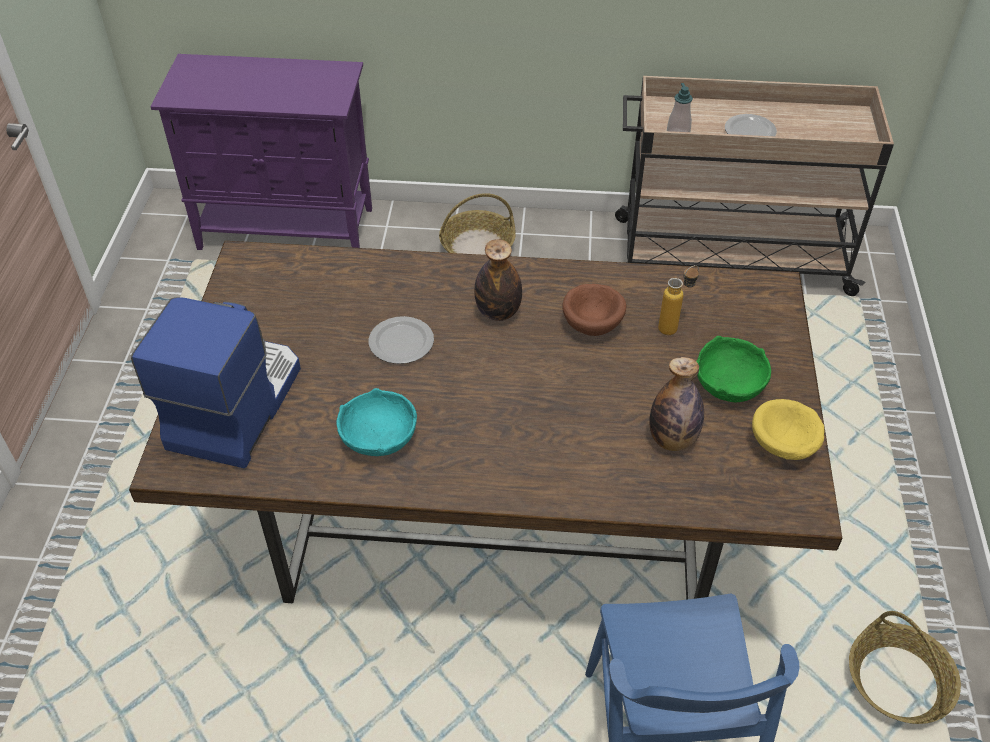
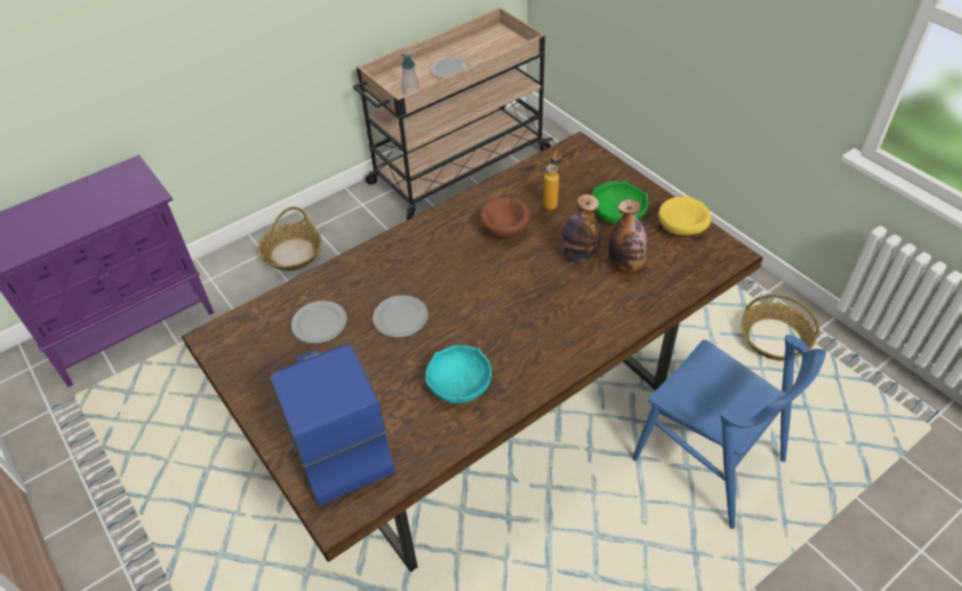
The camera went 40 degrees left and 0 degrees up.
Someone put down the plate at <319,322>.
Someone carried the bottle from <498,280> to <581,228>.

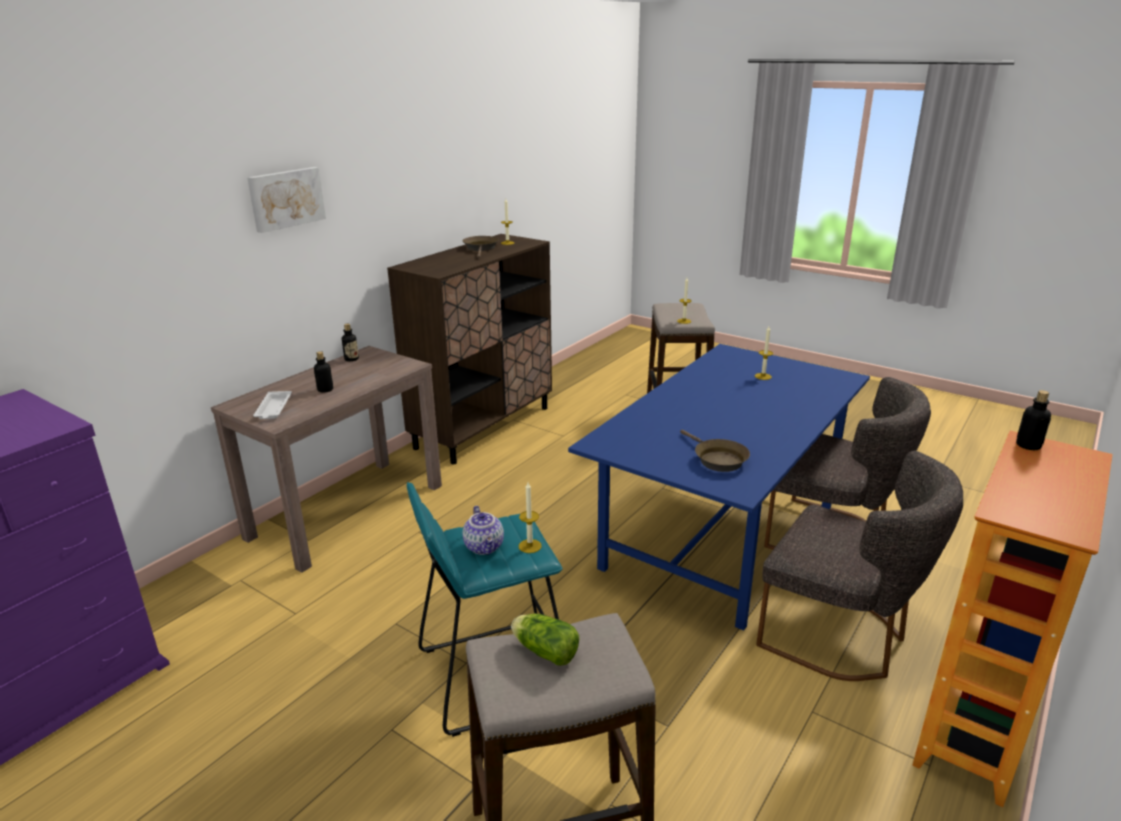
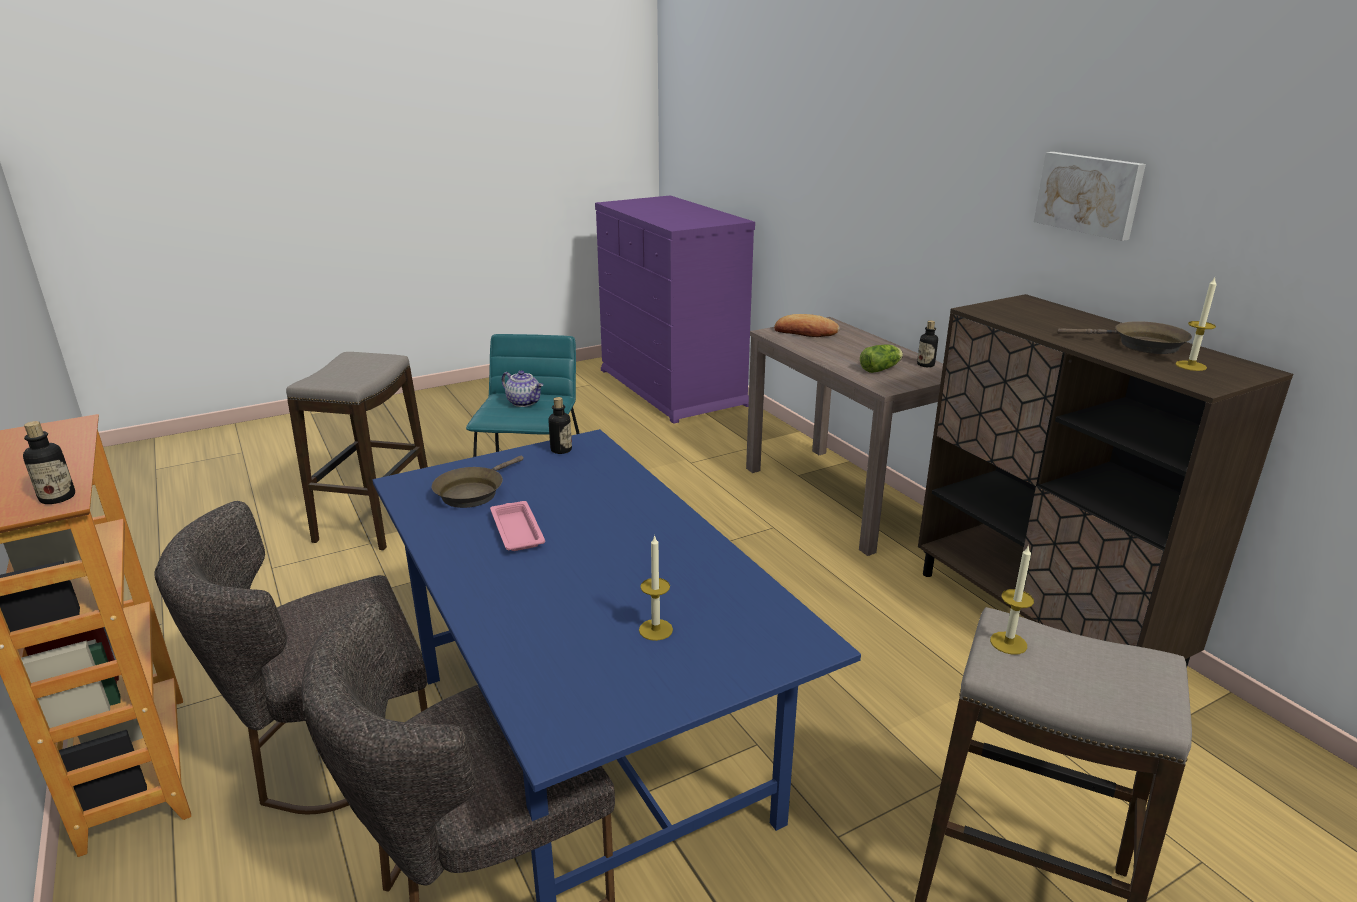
The camera went 115 degrees right and 0 degrees up.
Someone took away the candle at <530,518>.
Someone put down the pink tray at <517,526>.
Someone carried the picture from <286,200> to <1090,196>.
Someone carried the bottle from <323,372> to <560,425>.
Someone carried the lettuce from <545,640> to <881,358>.
Someone swapped the white tray at <272,405> for the bread at <807,325>.
Someone rotated the teapot at <483,530> by 150 degrees counterclockwise.
Someone rotated the brown frying pan at <715,451> by 60 degrees counterclockwise.

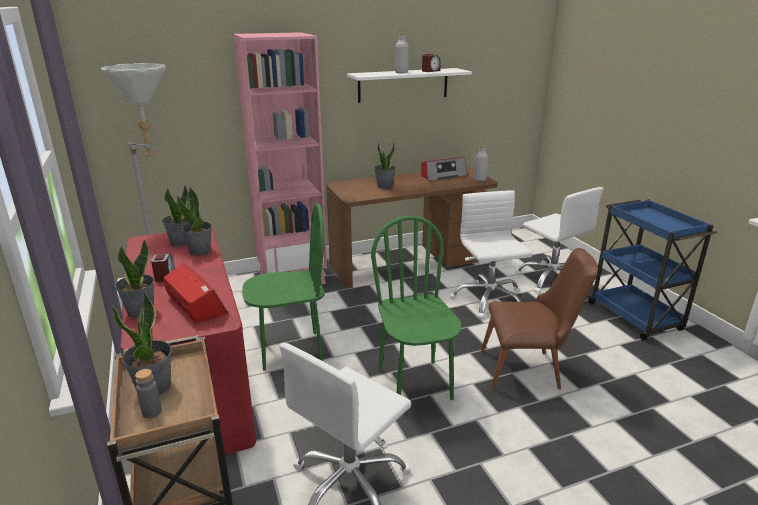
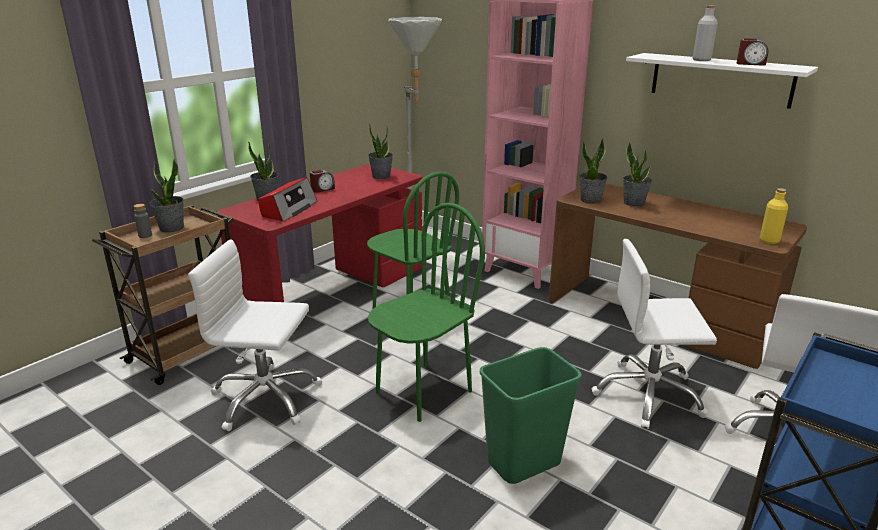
The camera went 60 degrees right and 0 degrees up.
Someone took away the radio at <444,169>.
Someone carried the potted plant from <194,221> to <593,171>.
Someone swapped the brown chair at <539,319> for the green trash can at <530,415>.
Someone repainted the grey bottle at <481,163>, which became the yellow bottle at <774,216>.
Someone rotated the white office chair at <491,254> by 135 degrees counterclockwise.

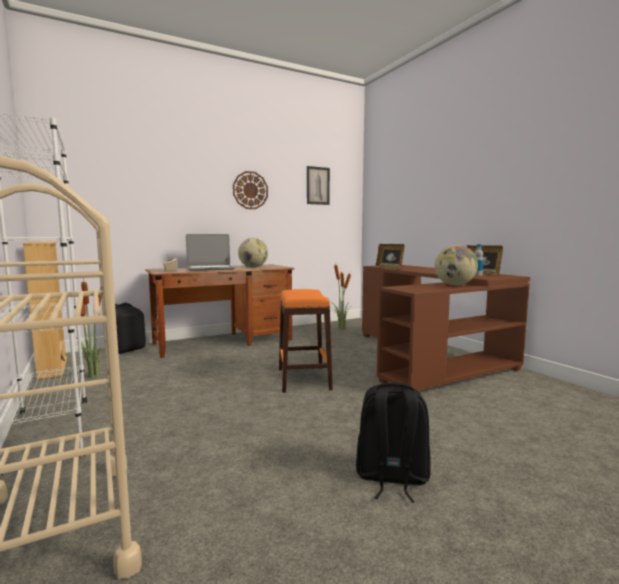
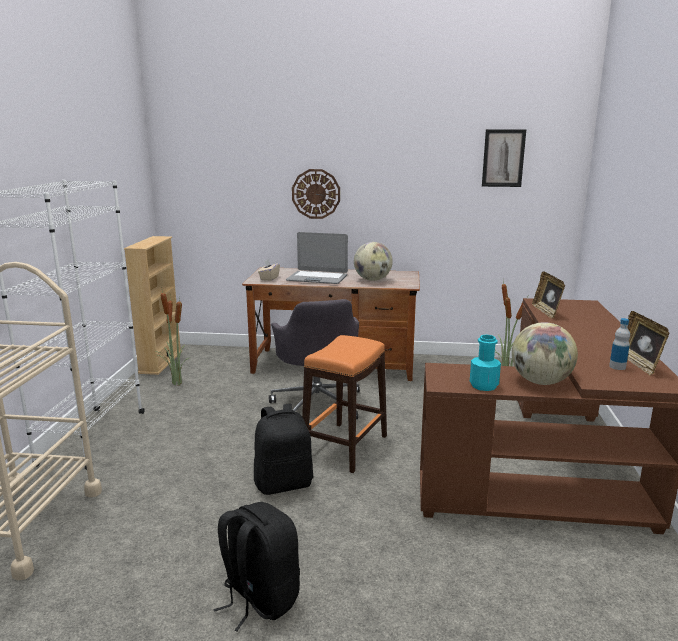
The camera went 35 degrees right and 10 degrees up.
Someone put down the grey office chair at <314,359>.
Someone put down the turquoise bottle at <485,363>.
Someone carried the black backpack from <130,328> to <283,449>.
Someone carried the wall clock from <250,190> to <316,194>.

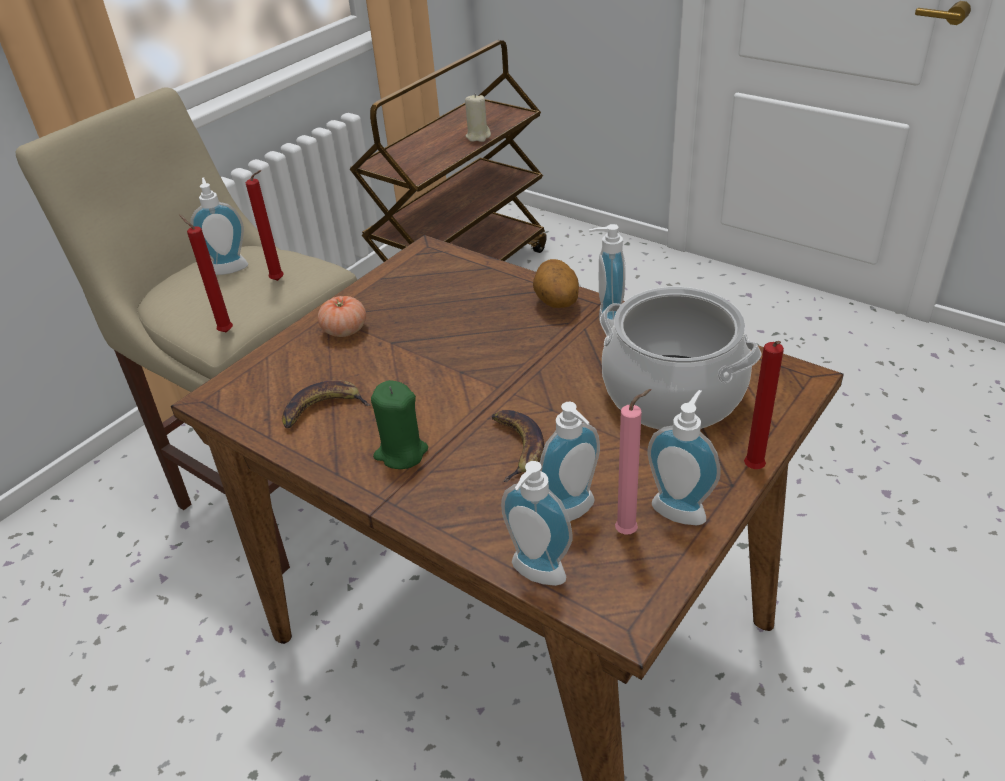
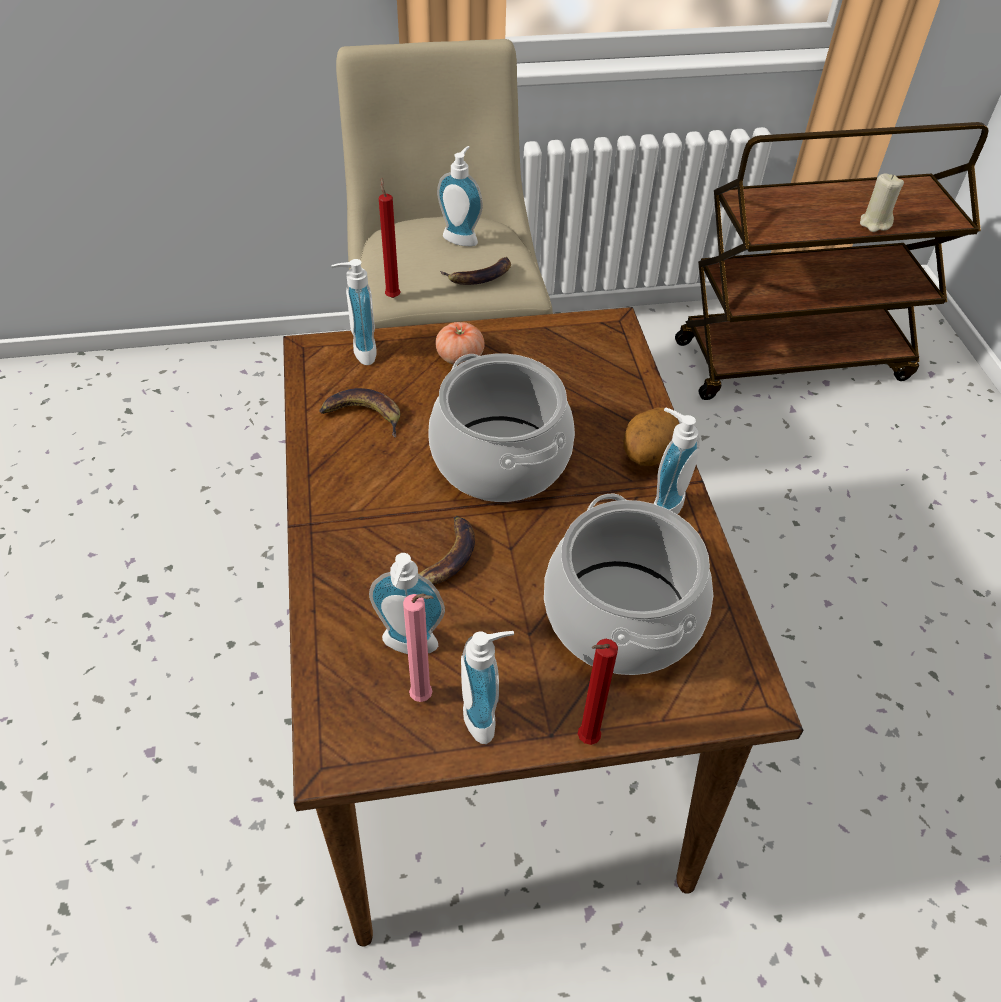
The camera went 40 degrees right and 10 degrees up.
Someone took away the green candle at <399,424>.
Someone put down the cooking pot at <502,428>.
Someone carried the soap dispenser from <537,523> to <353,312>.
Someone swapped the red candle at <265,225> for the banana at <475,271>.

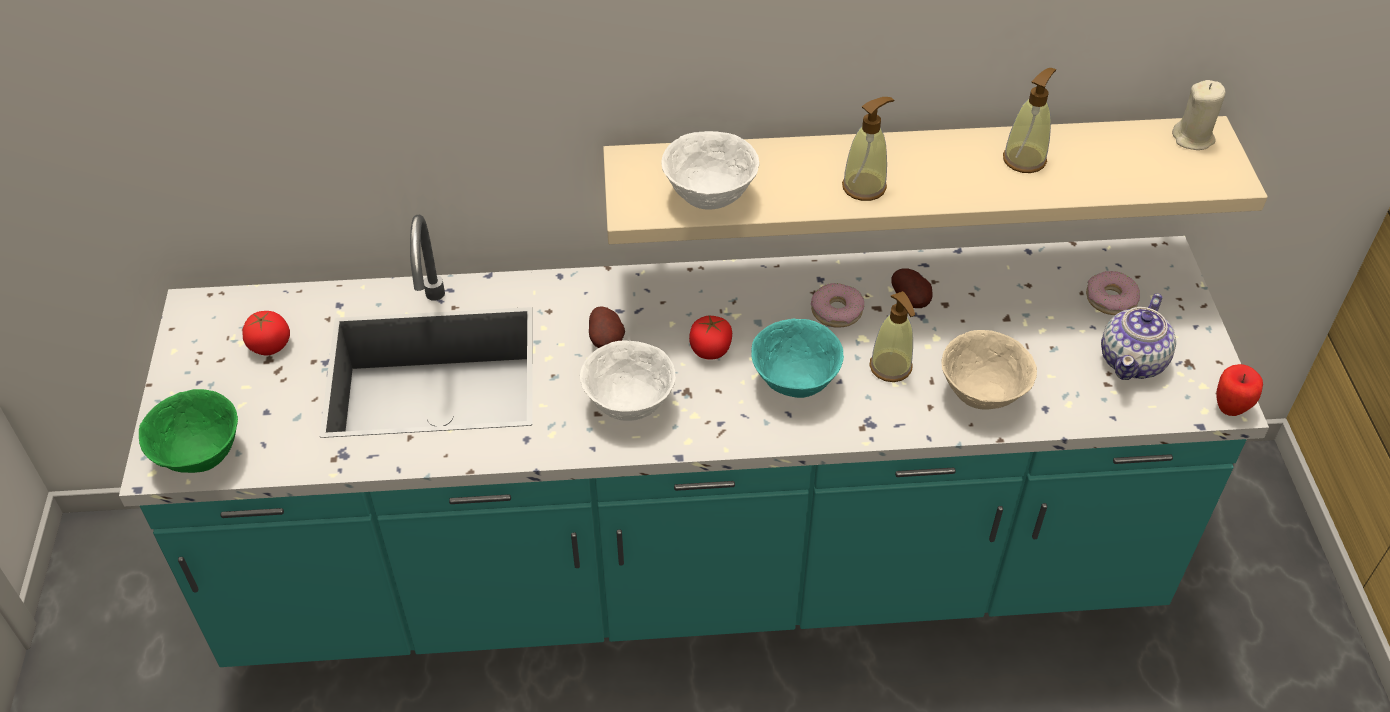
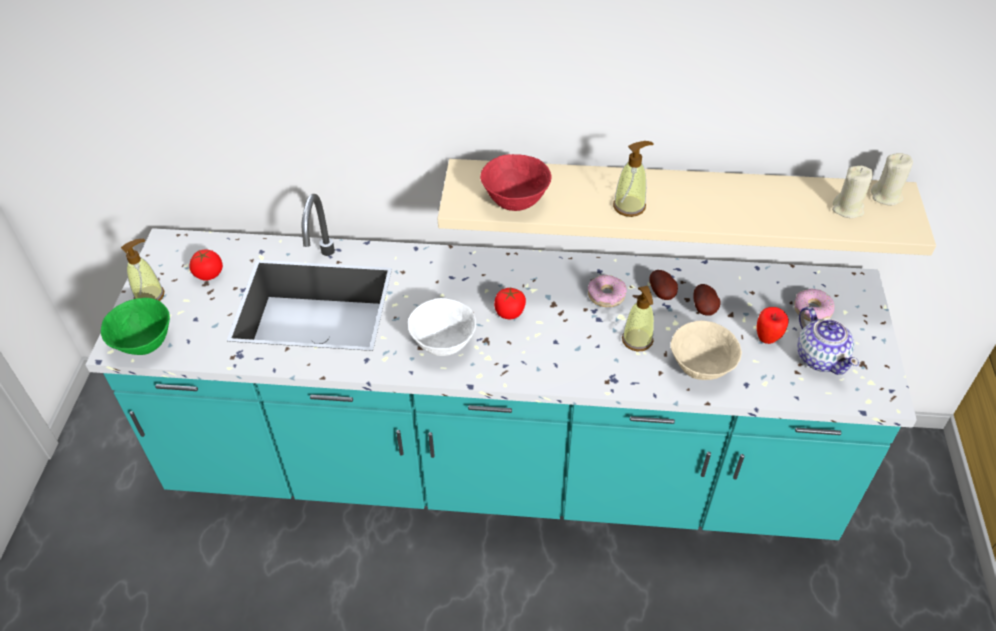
The camera went 10 degrees right and 0 degrees up.
Someone took away the turquoise bowl at <797,358>.
Someone put down the beige candle at <852,192>.
Someone carried the potato from <607,327> to <706,300>.
Someone carried the soap dispenser from <1029,120> to <142,270>.
Someone carried the apple from <1239,390> to <772,325>.
Someone repainted the white bowl at <710,170>, which became the red bowl at <515,182>.
Someone rotated the teapot at <1138,336> by 60 degrees counterclockwise.

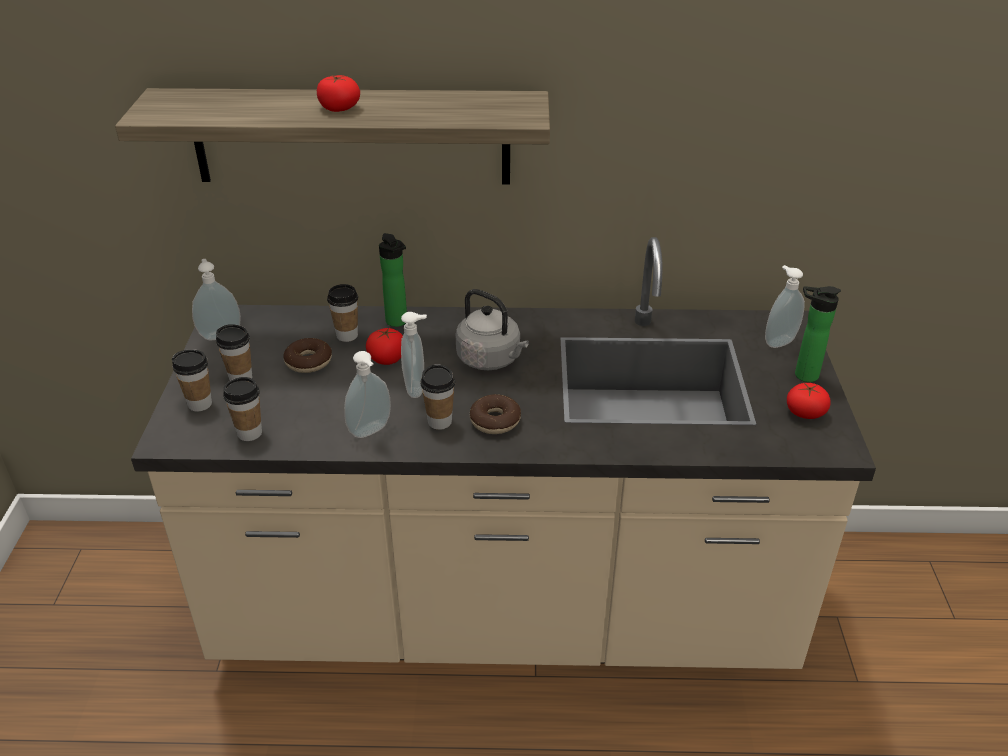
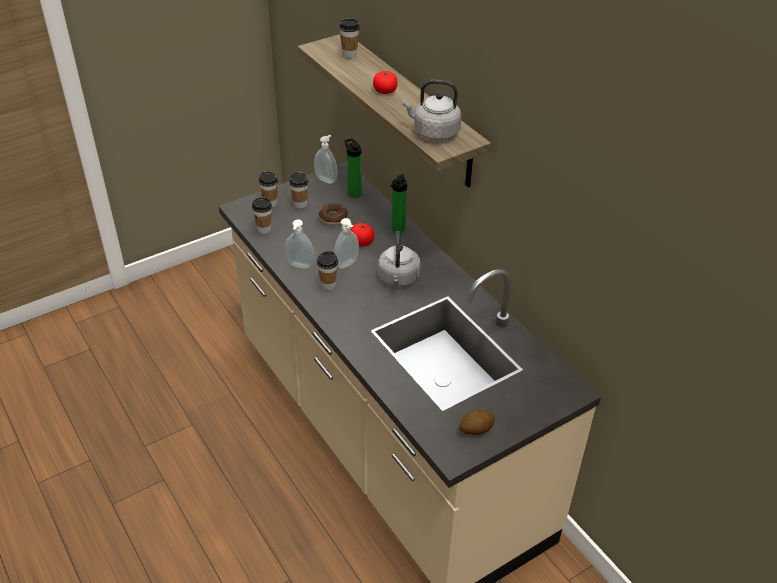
The camera went 55 degrees right and 5 degrees up.
Someone took away the donut at <495,414>.
Someone took away the soap dispenser at <785,306>.
Someone put down the grey kettle at <431,110>.
Someone carried the cup from <342,313> to <349,39>.
Someone carried the bottle from <818,334> to <353,168>.
Someone swapped the tomato at <809,400> for the potato at <477,422>.

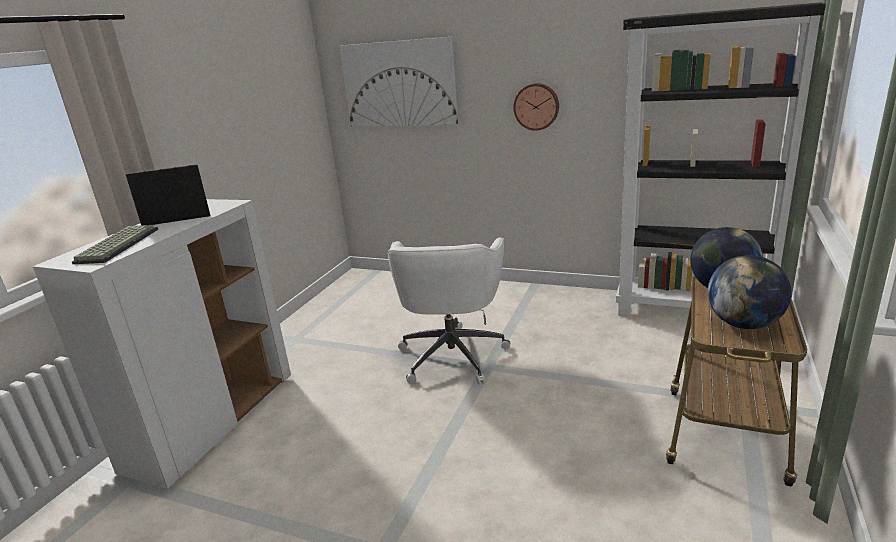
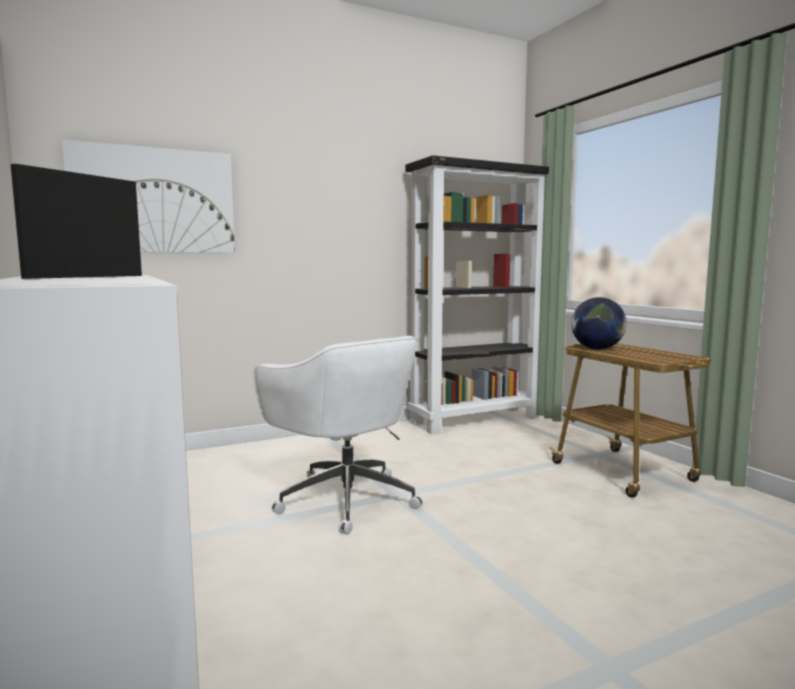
The camera went 50 degrees left and 15 degrees down.
Someone took away the keyboard at <115,244>.
Someone took away the wall clock at <536,107>.
Someone took away the globe at <749,292>.

